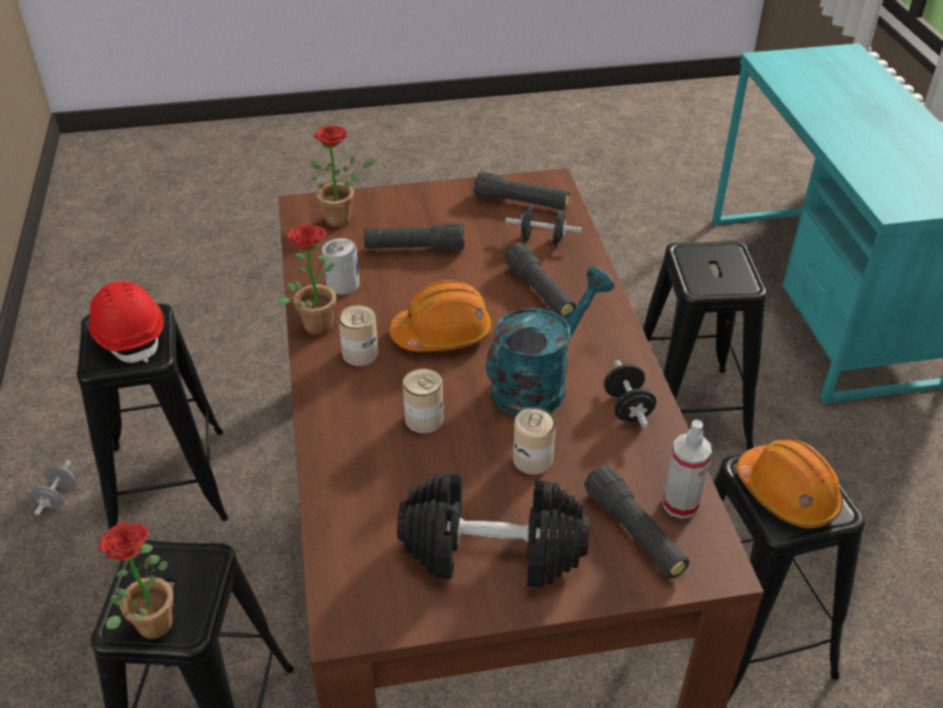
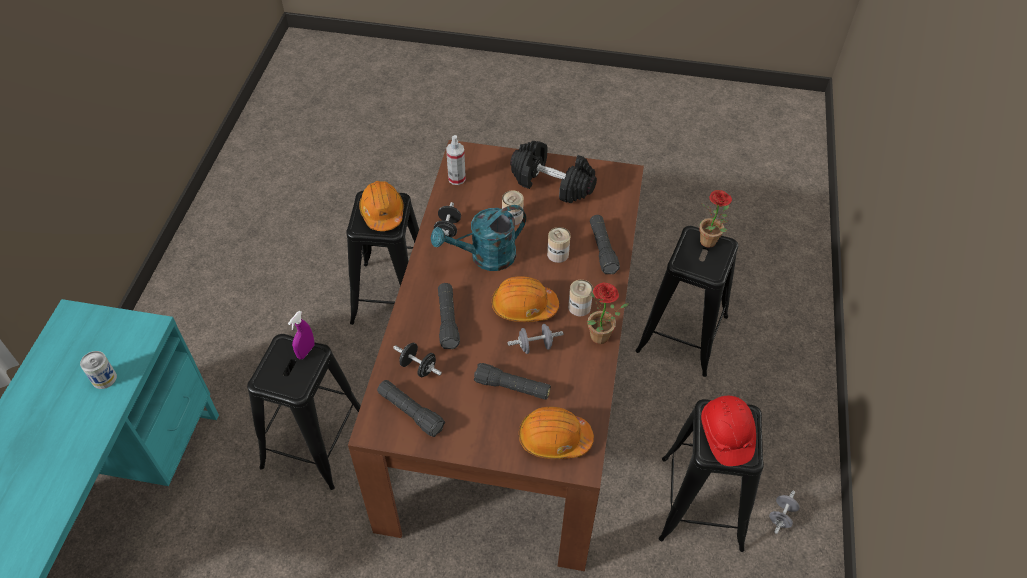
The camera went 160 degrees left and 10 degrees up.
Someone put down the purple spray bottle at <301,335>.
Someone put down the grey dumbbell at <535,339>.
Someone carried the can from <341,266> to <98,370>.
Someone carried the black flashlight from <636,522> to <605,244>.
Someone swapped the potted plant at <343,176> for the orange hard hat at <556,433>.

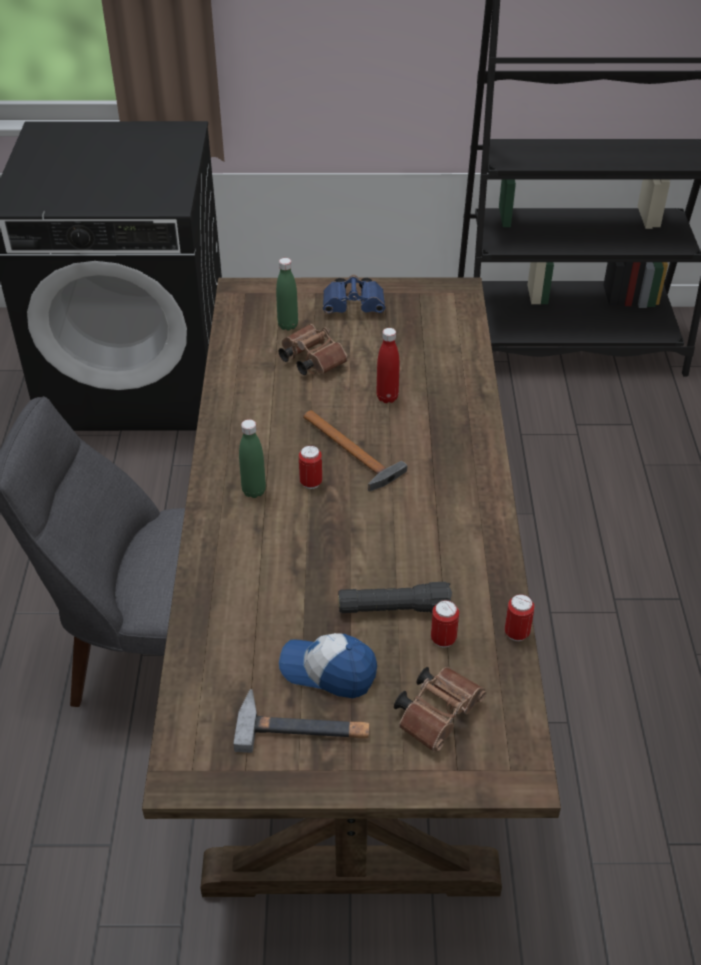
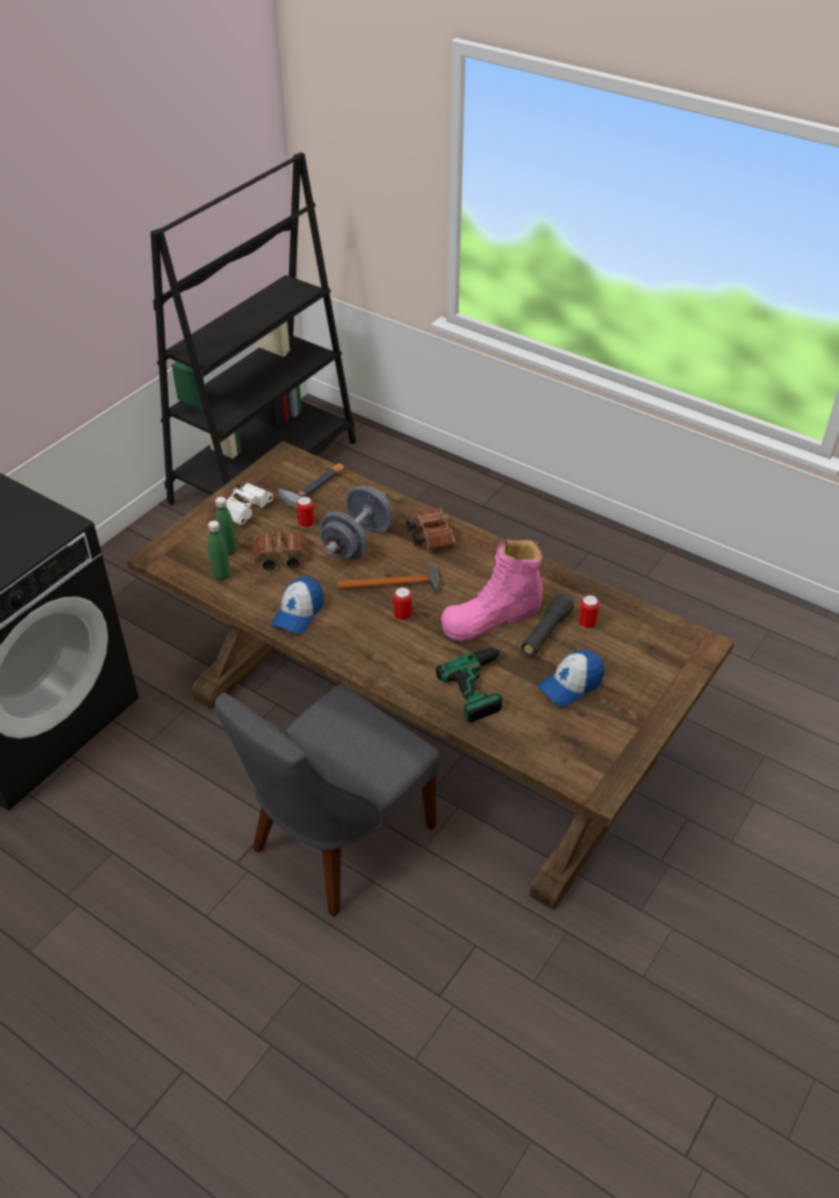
The camera went 55 degrees left and 0 degrees up.
Someone put down the cap at <297,605>.
Someone put down the power drill at <474,684>.
Someone put down the pink boot at <492,590>.
Someone carried the hammer from <301,721> to <311,486>.
Someone carried the green bottle from <252,458> to <219,550>.
Someone carried the brown binoculars from <440,709> to <430,528>.
Someone carried the can from <519,617> to <305,512>.
Someone swapped the red bottle at <388,365> for the grey dumbbell at <356,523>.
Someone repainted the blue binoculars at <354,294>, which became the white binoculars at <248,504>.

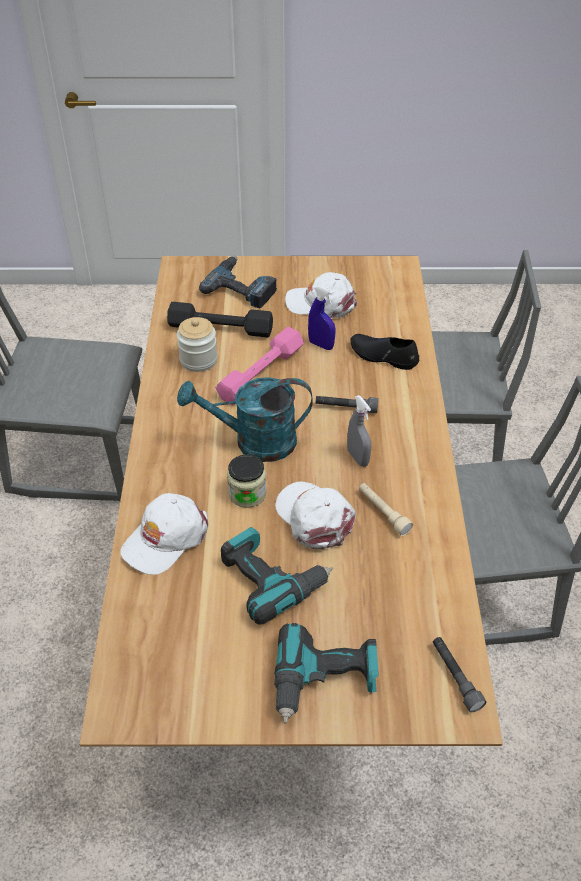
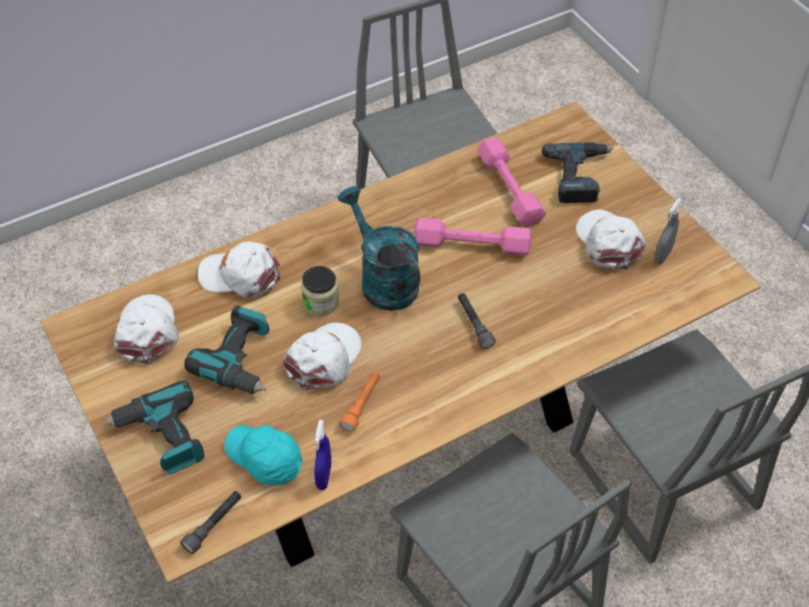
The camera went 60 degrees right and 5 degrees up.
Someone took away the jar at <197,344>.
Someone took away the black shoe at <384,352>.
Someone put down the white cap at <146,329>.
Someone put down the turquoise cap at <264,455>.
Someone carried the blue spray bottle from <321,317> to <322,455>.
Someone carried the grey spray bottle from <359,431> to <668,231>.
Someone repainted the black dumbbell at <220,319>, which became the pink dumbbell at <511,182>.
Someone repainted the beige flashlight at <386,509>, which became the orange flashlight at <359,402>.

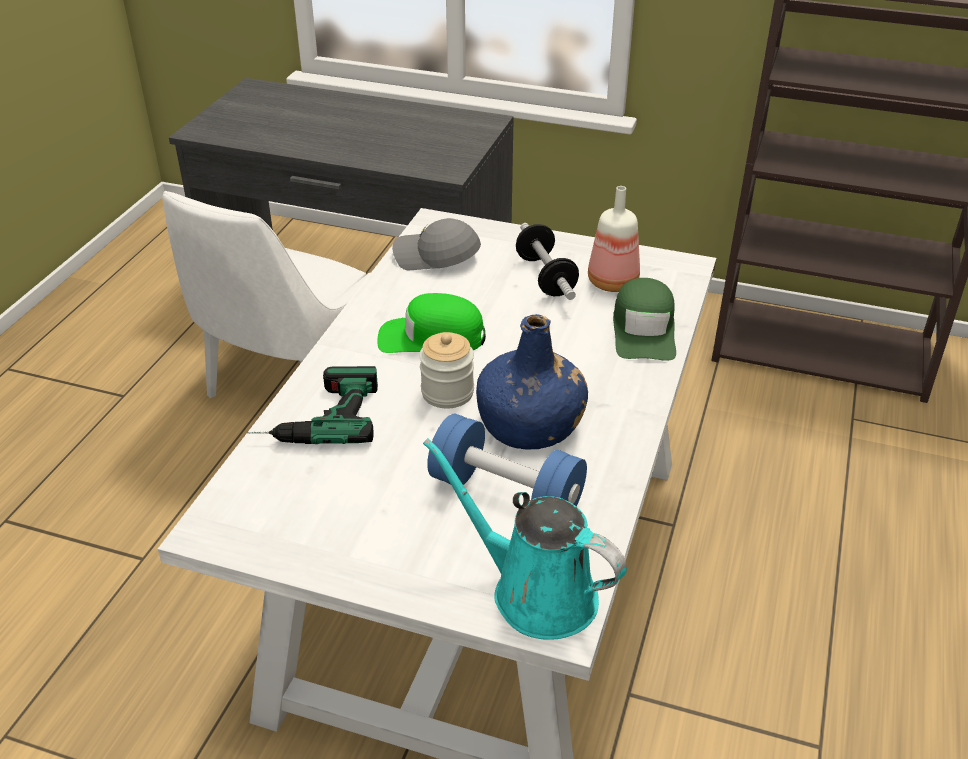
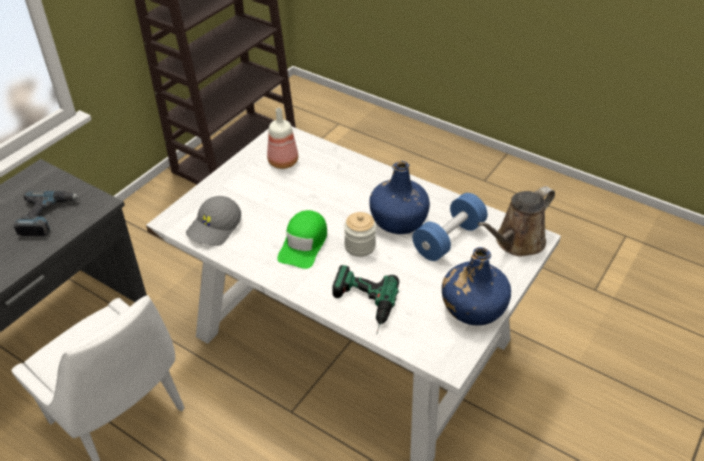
The camera went 75 degrees left and 5 degrees up.
Someone took away the dumbbell at <547,261>.
Someone took away the green cap at <644,319>.
Someone put down the power drill at <47,213>.
Someone put down the blue bottle at <476,286>.
Someone repainted the turquoise watering can at <525,539>, which became the brown watering can at <516,221>.

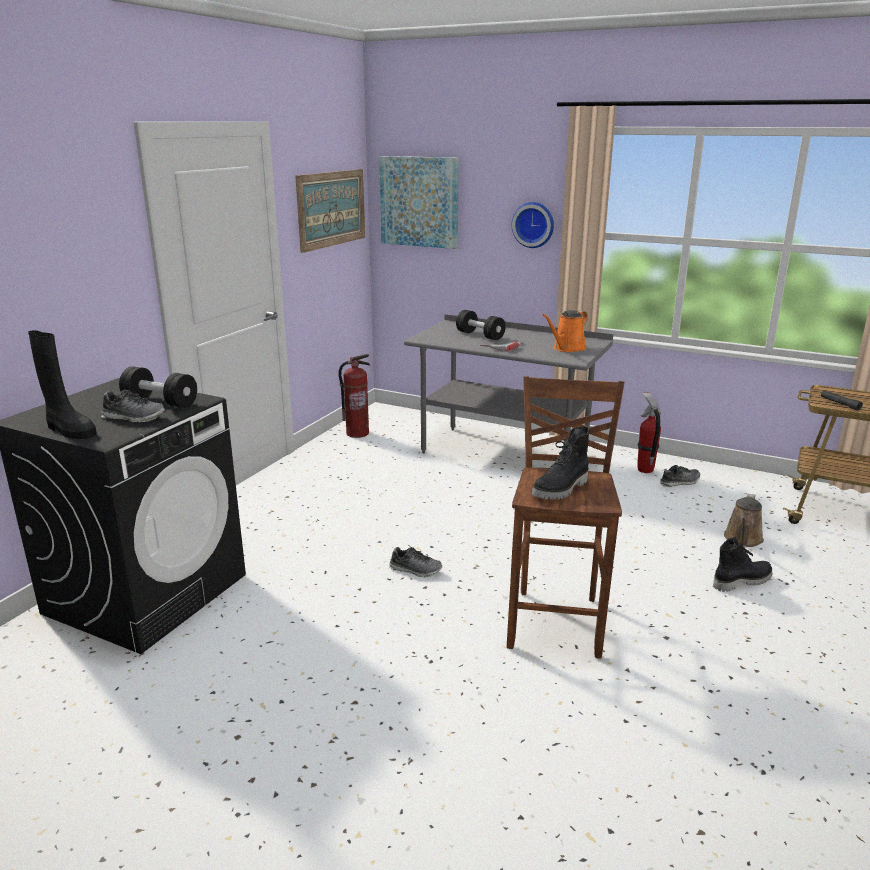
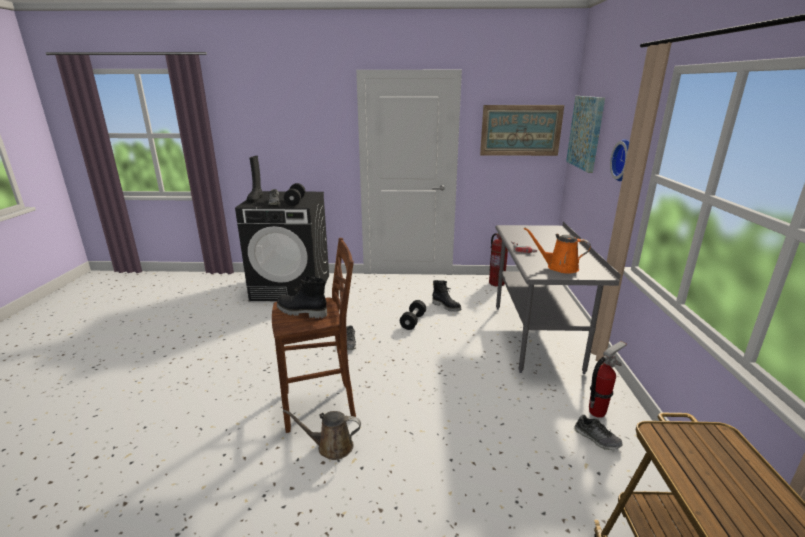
The camera went 65 degrees right and 0 degrees up.
Someone took away the black flashlight at <842,400>.
Someone carried the black dumbbell from <481,325> to <413,315>.
Someone carried the black boot from <742,564> to <446,296>.
Someone carried the brown watering can from <744,520> to <322,434>.

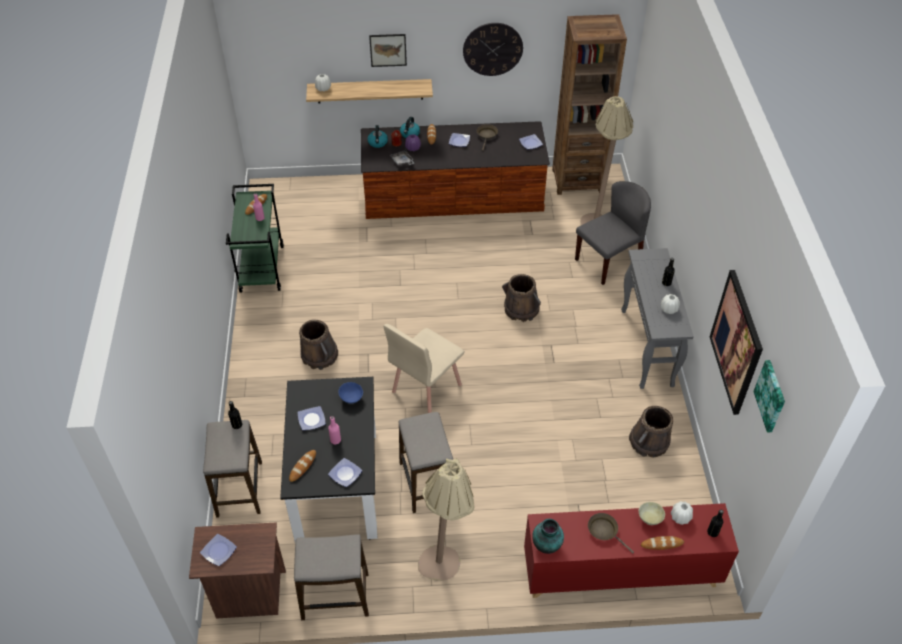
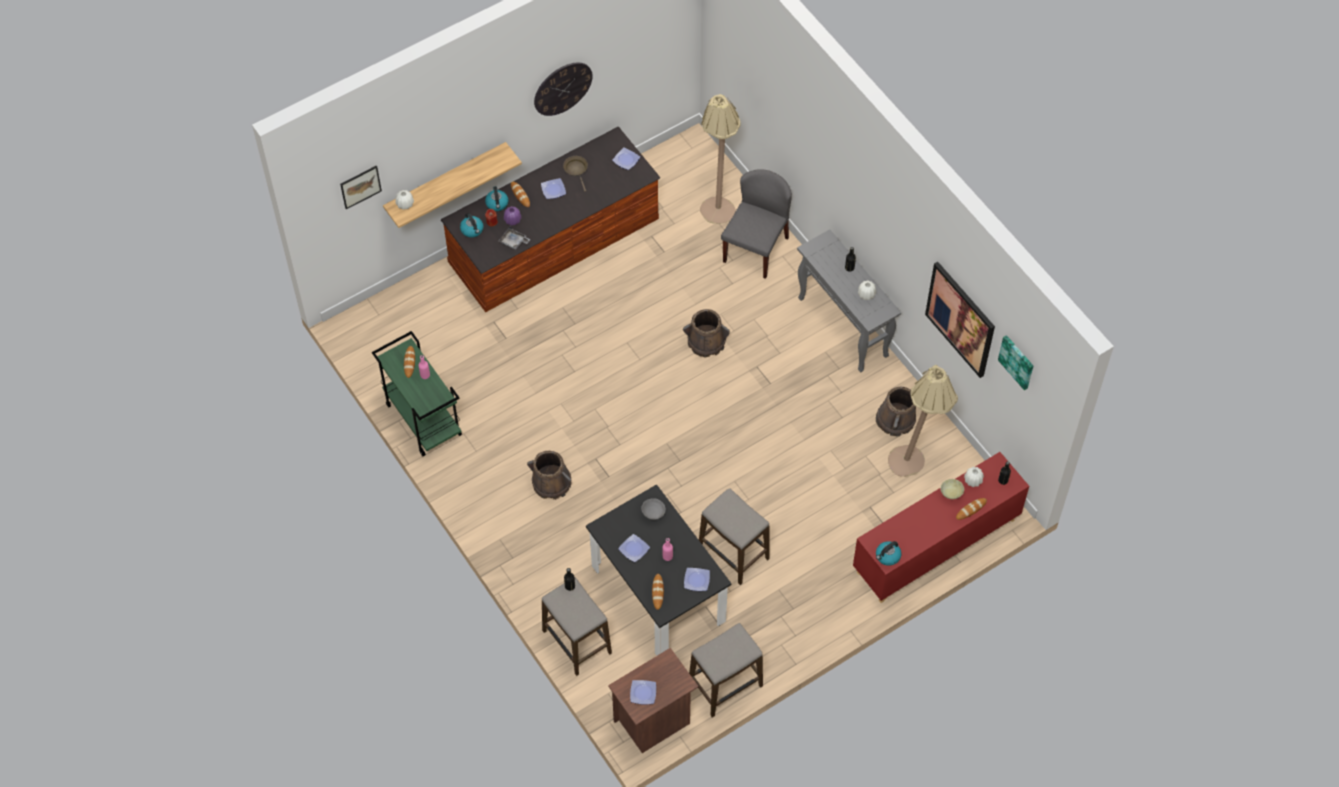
The camera went 30 degrees left and 10 degrees up.
Someone took away the beige chair at <424,368>.
Someone took away the brown bookcase at <589,104>.
Someone took away the brown frying pan at <611,533>.
Someone carried the picture from <388,50> to <361,187>.
Someone carried the beige floor lamp from <446,520> to <923,421>.
Someone swapped the vase at <548,536> for the kettle at <888,553>.
Someone repainted the blue bowl at <350,392>, which became the grey bowl at <653,509>.

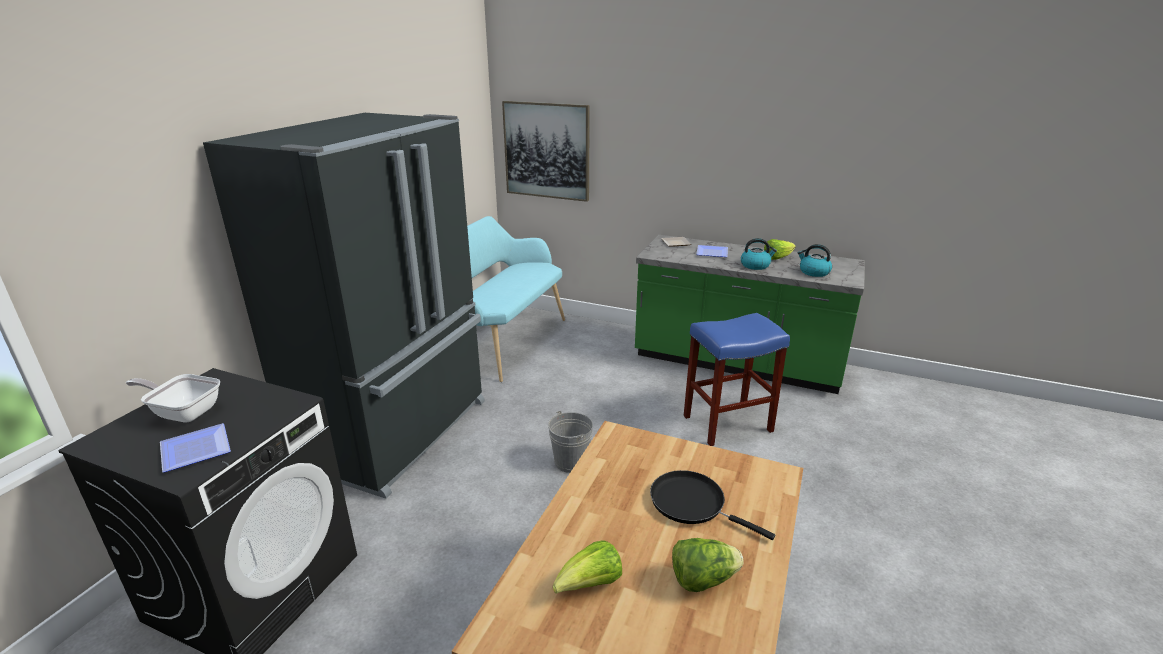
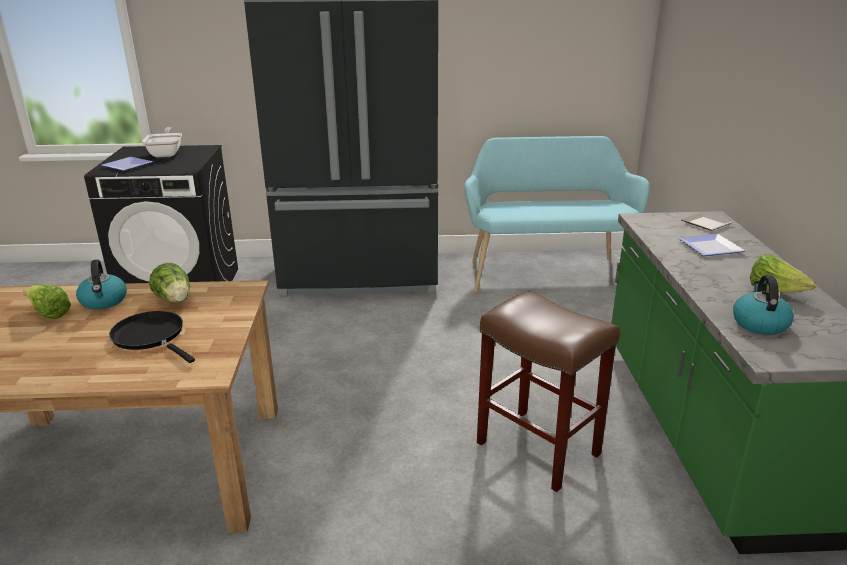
The camera went 65 degrees right and 0 degrees up.
Someone took away the picture at <546,151>.
Someone took away the grey bucket at <570,442>.
Someone carried the lettuce from <708,565> to <169,282>.
Someone carried the kettle from <759,254> to <101,284>.
Someone repainted the blue stool at <737,379>, which became the brown stool at <548,391>.
Someone rotated the black frying pan at <712,505> by 60 degrees counterclockwise.

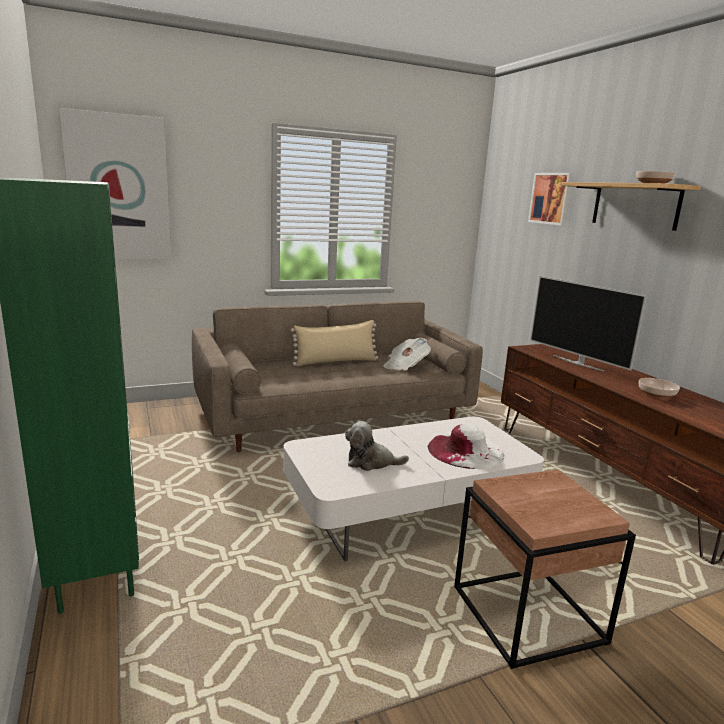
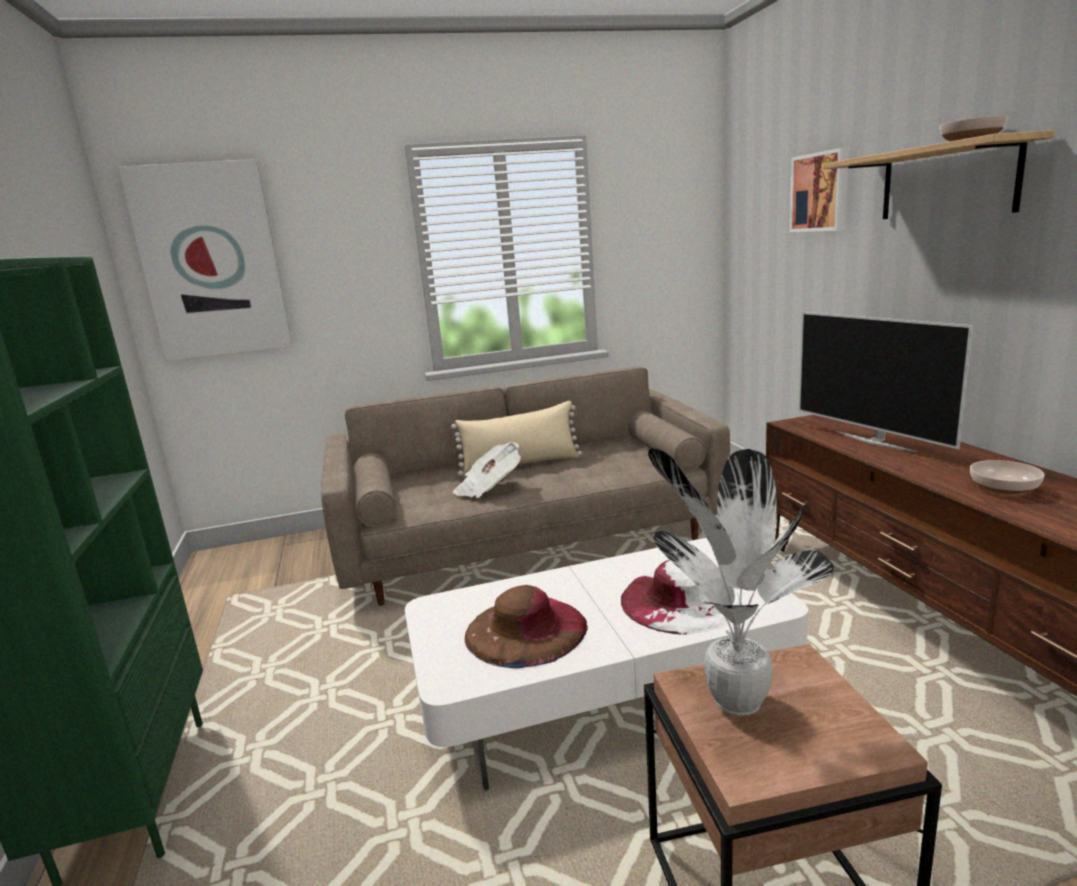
The camera went 10 degrees right and 0 degrees up.
Someone put down the potted plant at <741,582>.
Someone carried the newspaper from <407,354> to <487,470>.
Someone swapped the plush toy at <377,446> for the brown hat at <525,626>.

